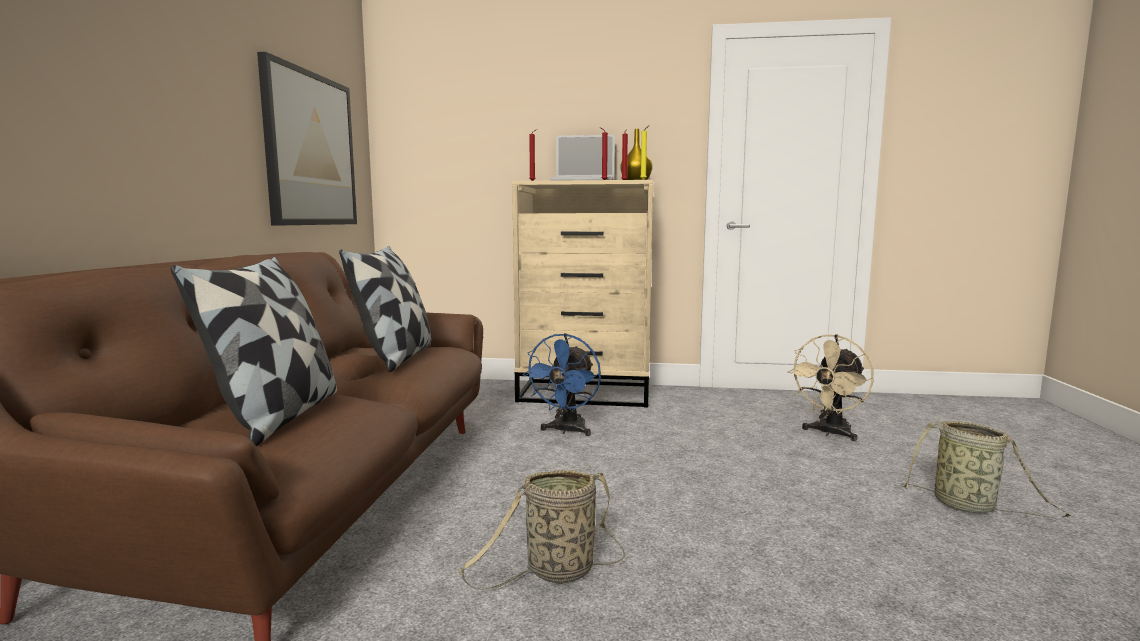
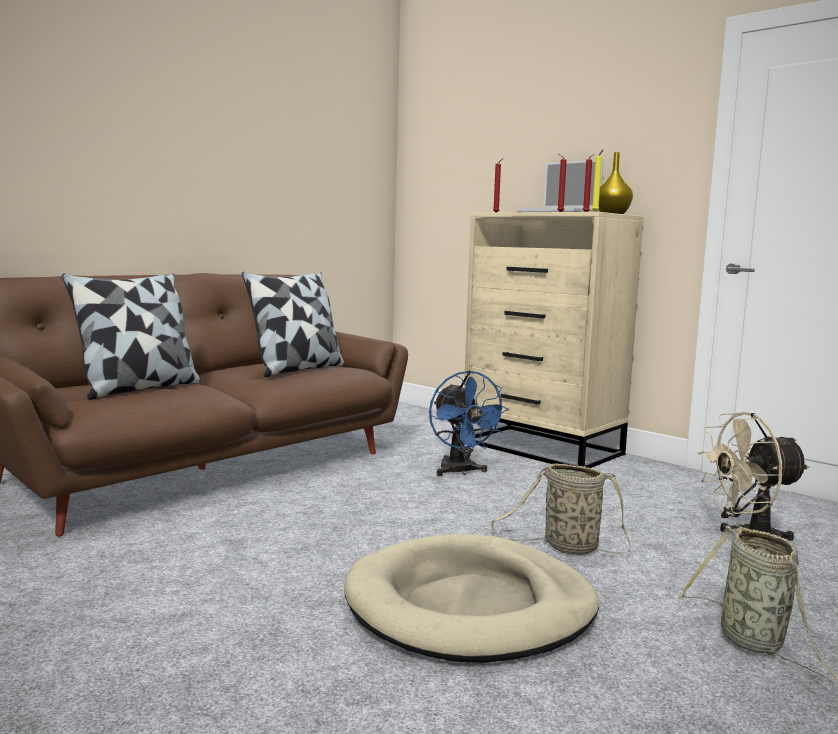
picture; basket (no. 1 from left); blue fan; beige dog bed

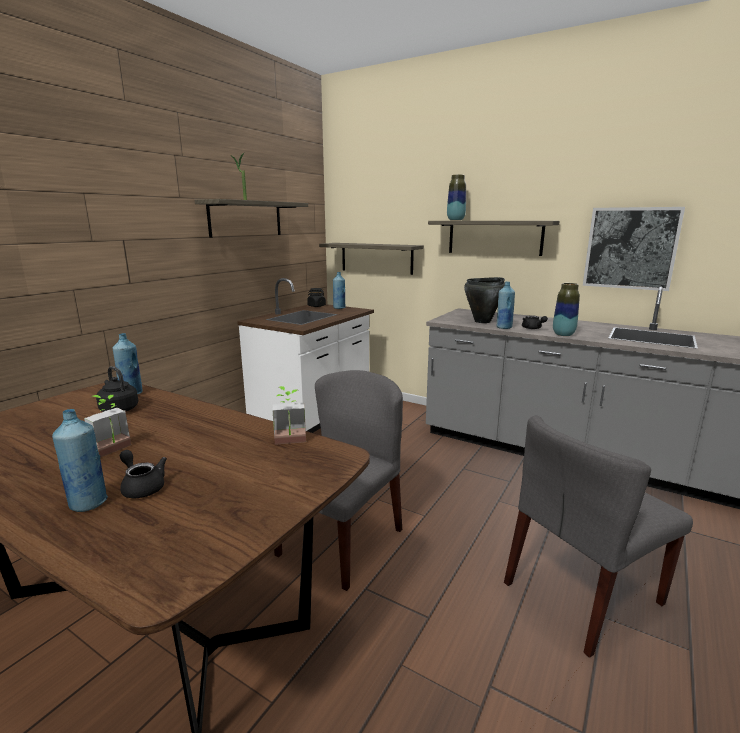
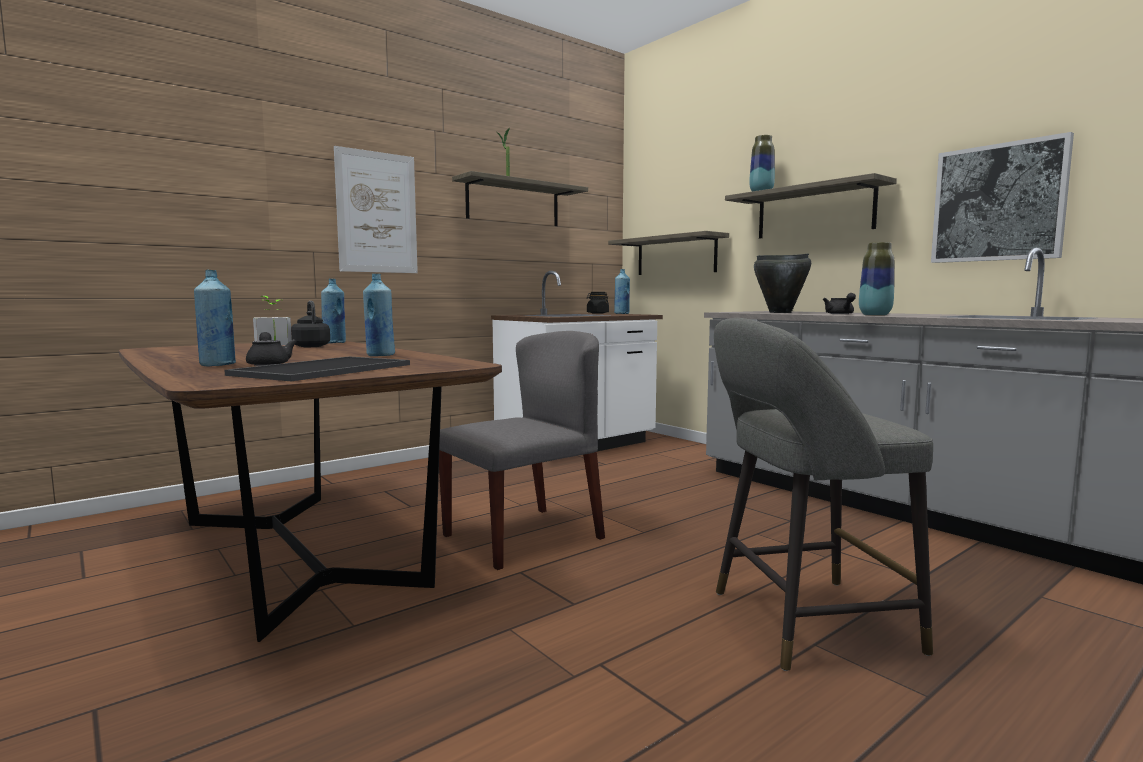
potted plant (no. 3 from left in the first image); blue bottle (no. 3 from left); grey stool; tray; picture (no. 1 from left)

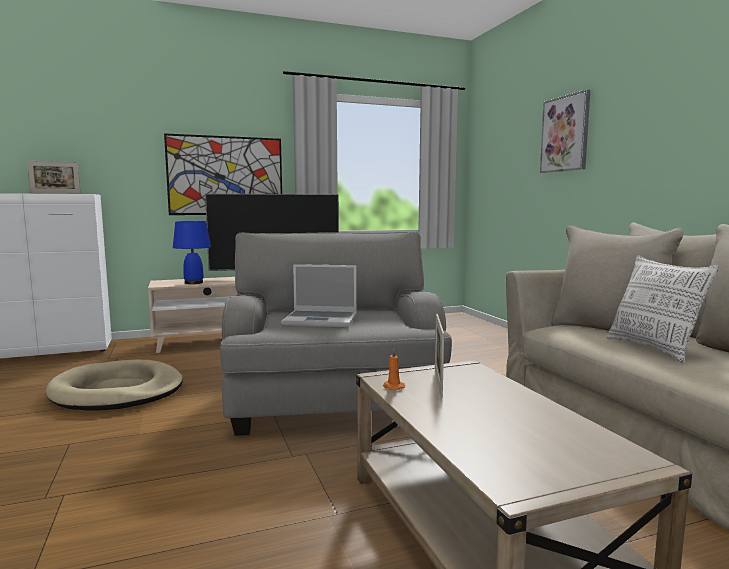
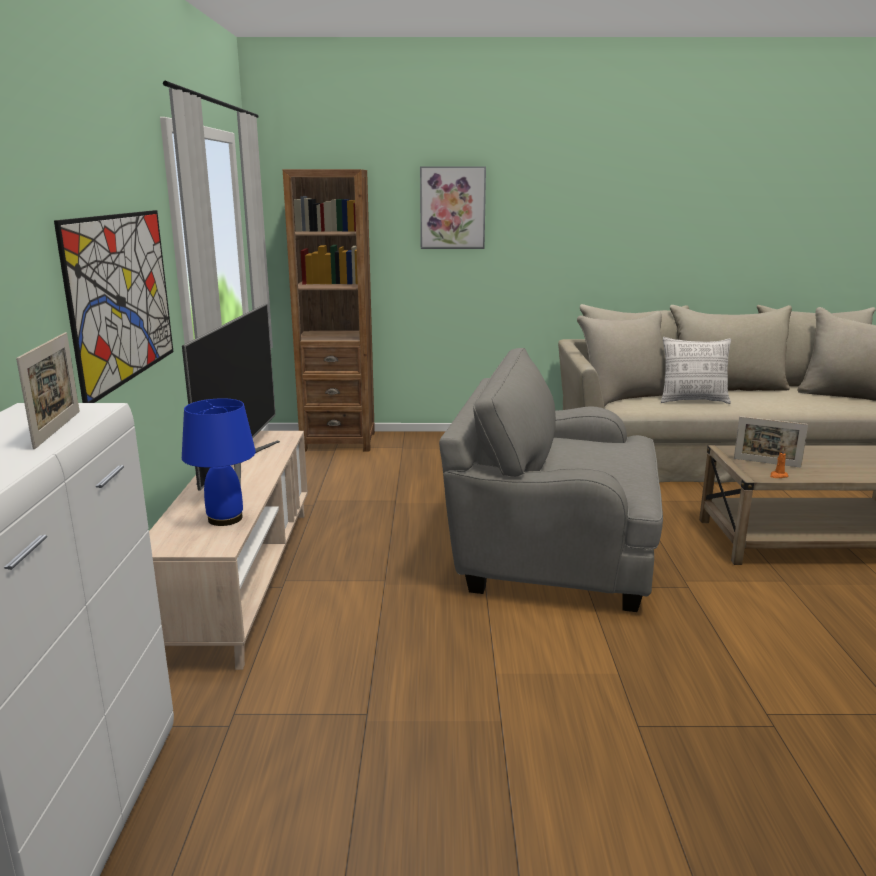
beige dog bed; laptop; brown bookcase

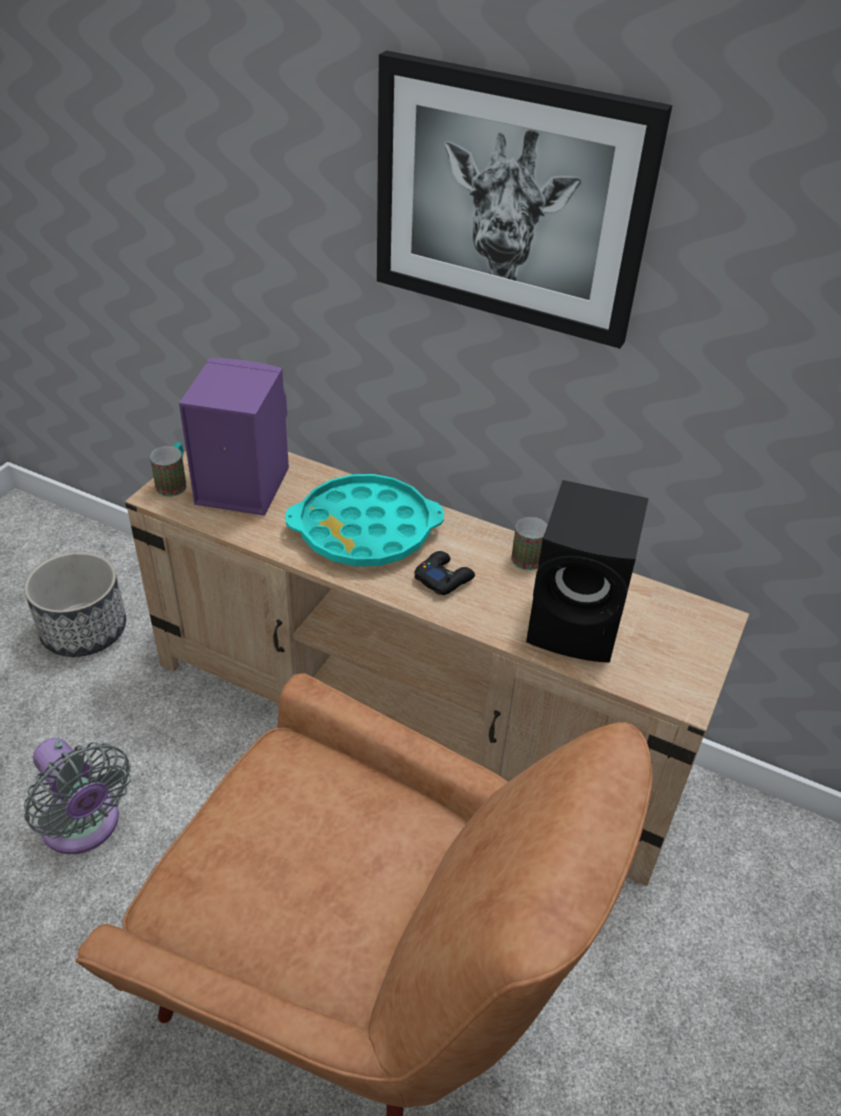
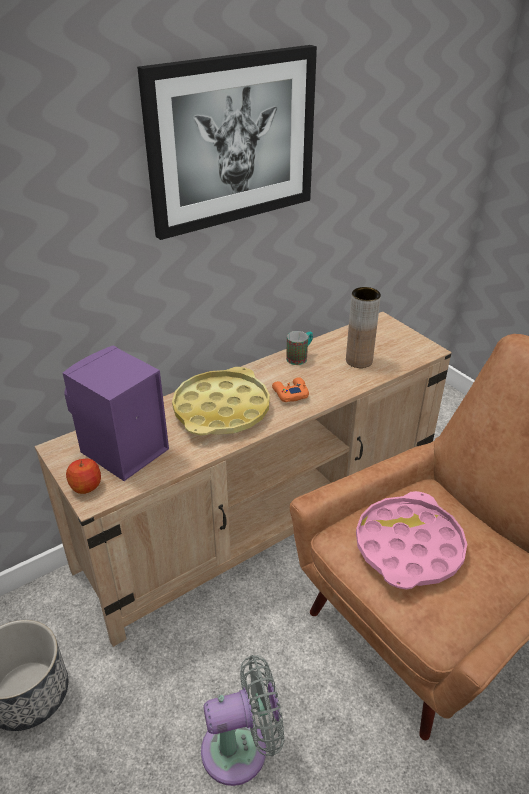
apple; yellow tray; orange game controller; brown vase; pink tray

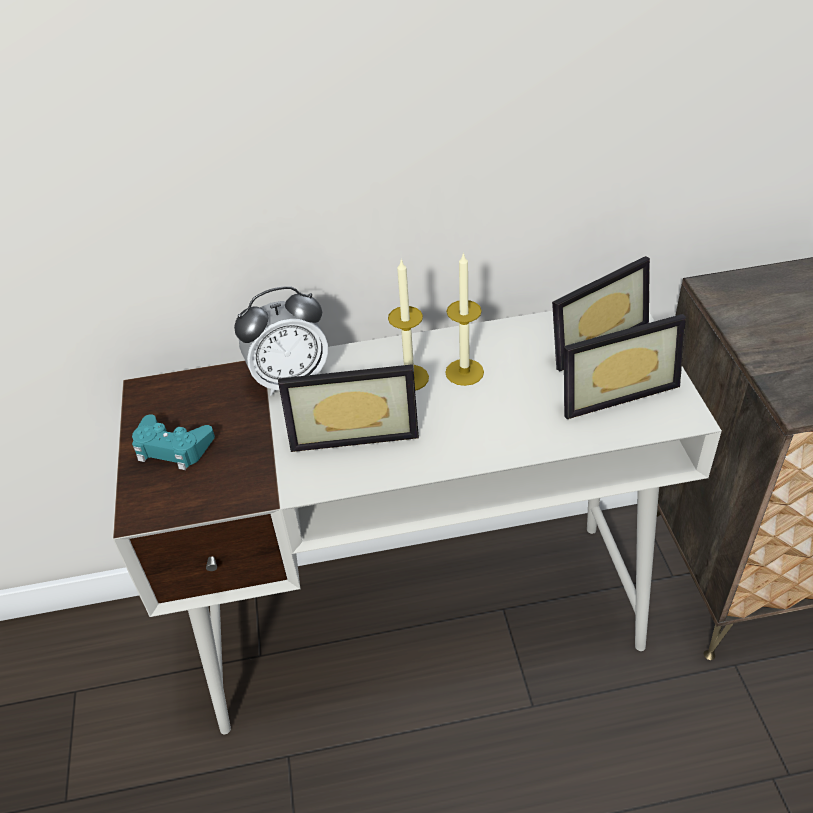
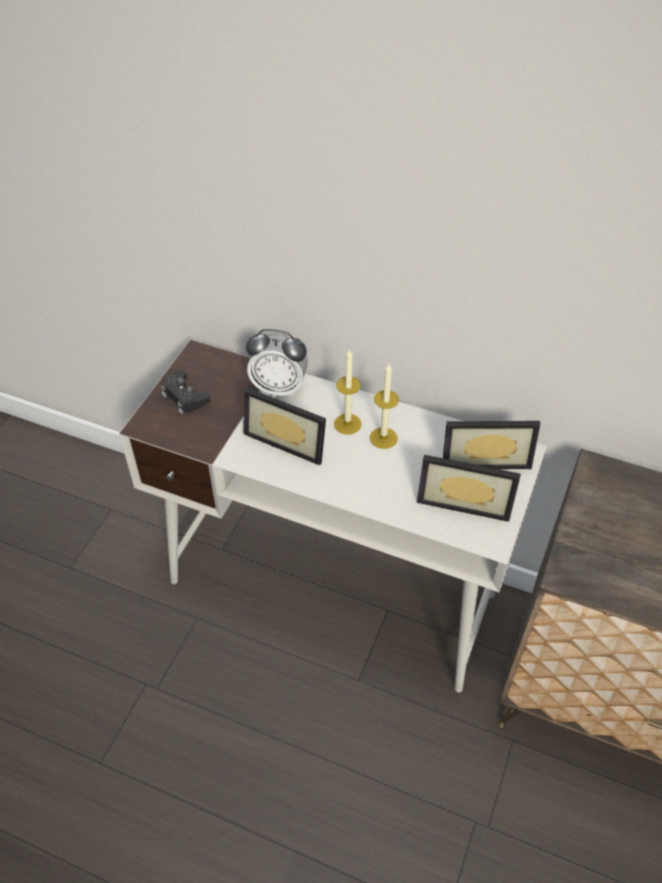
black game controller

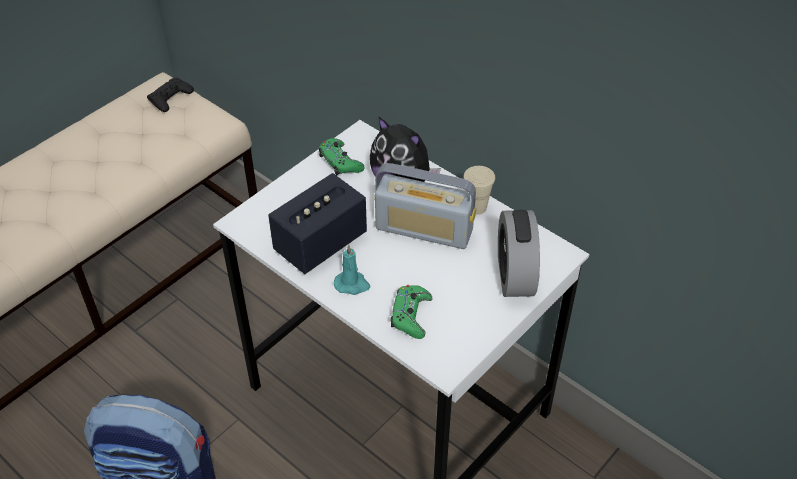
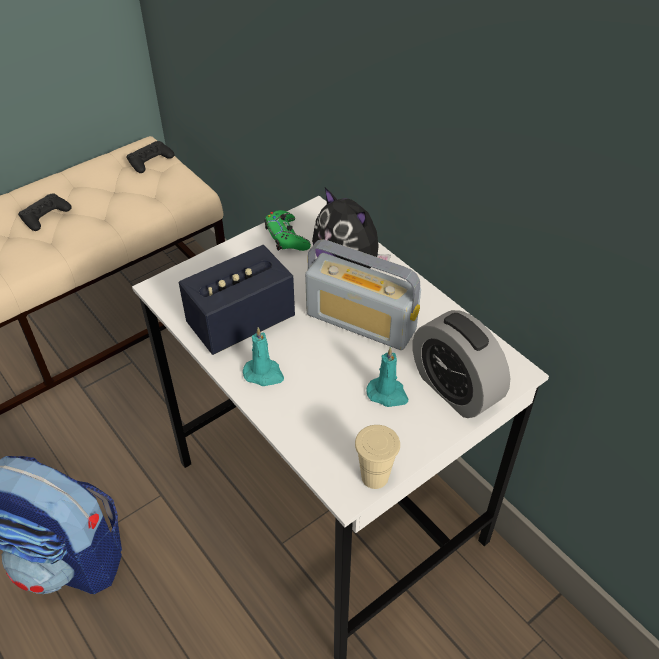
green game controller (no. 2 from left in the first image); beige cup; alarm clock; black game controller (no. 1 from left); turquoise candle (no. 2 from left)

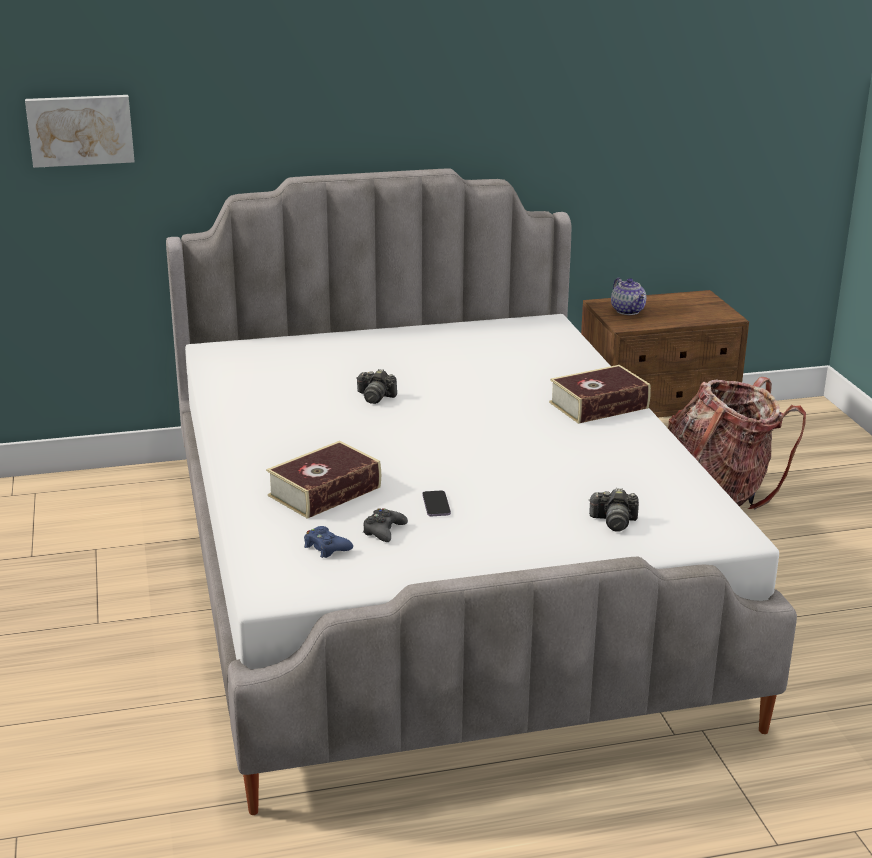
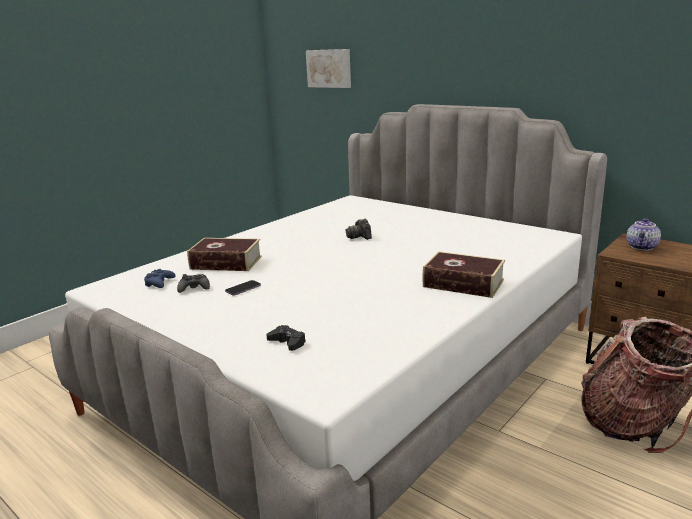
black game controller (no. 2 from left)

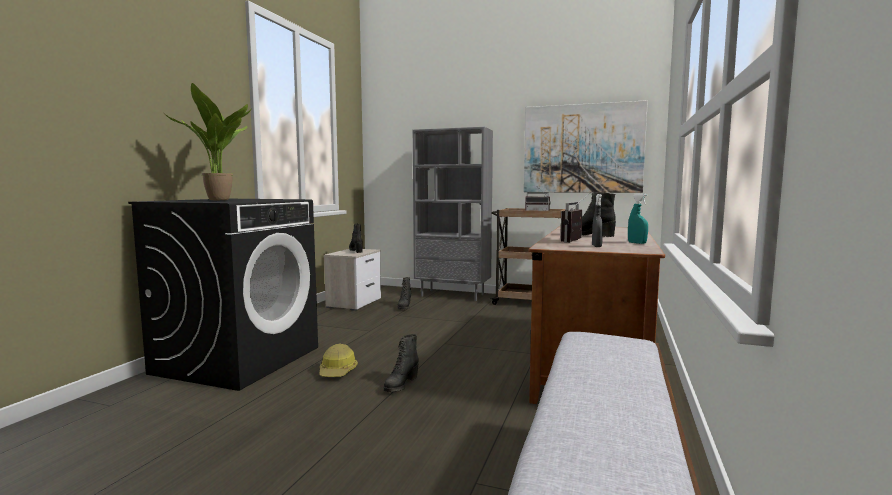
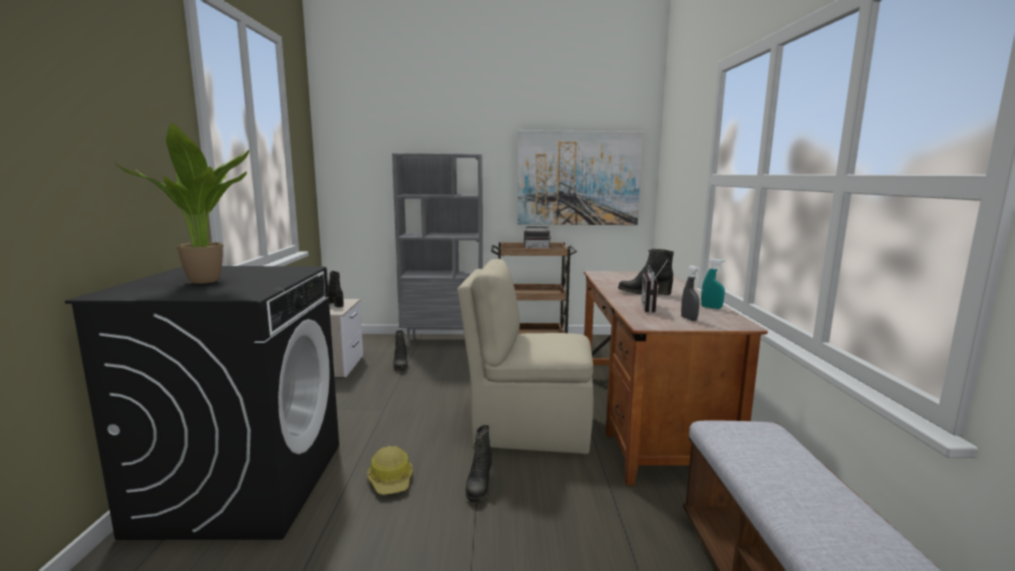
beige chair

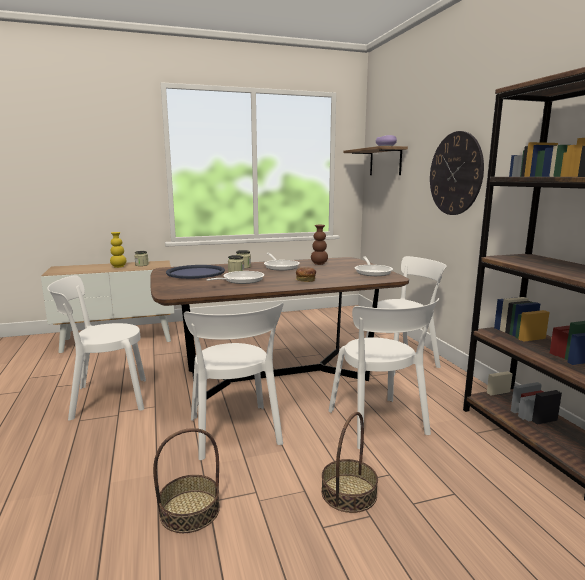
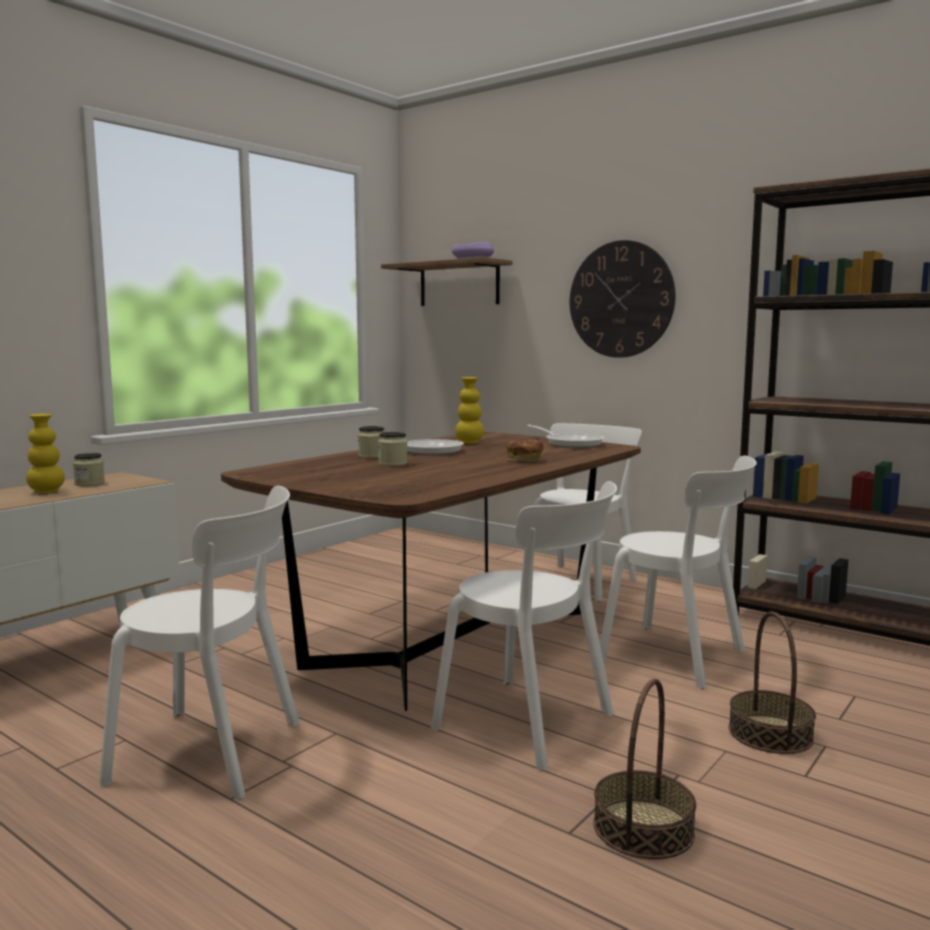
white chair (no. 1 from left); blue tray; frying pan (no. 1 from left in the first image); yellow vase (no. 2 from left)

